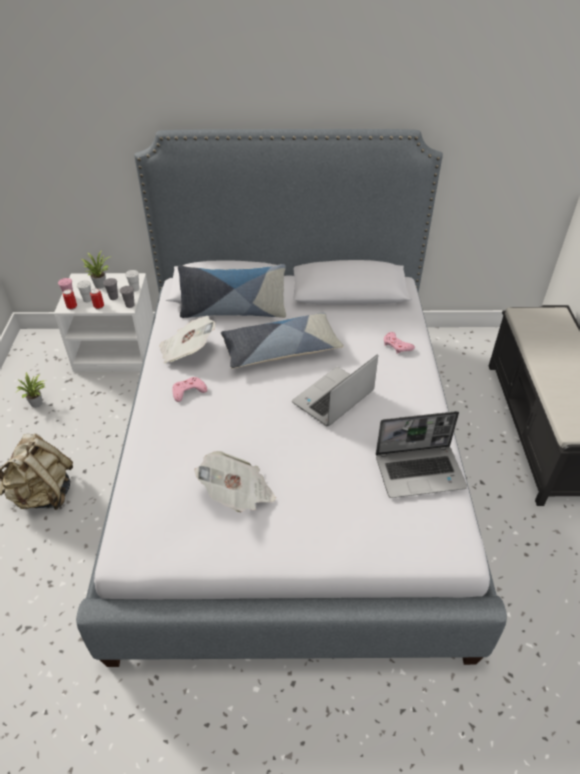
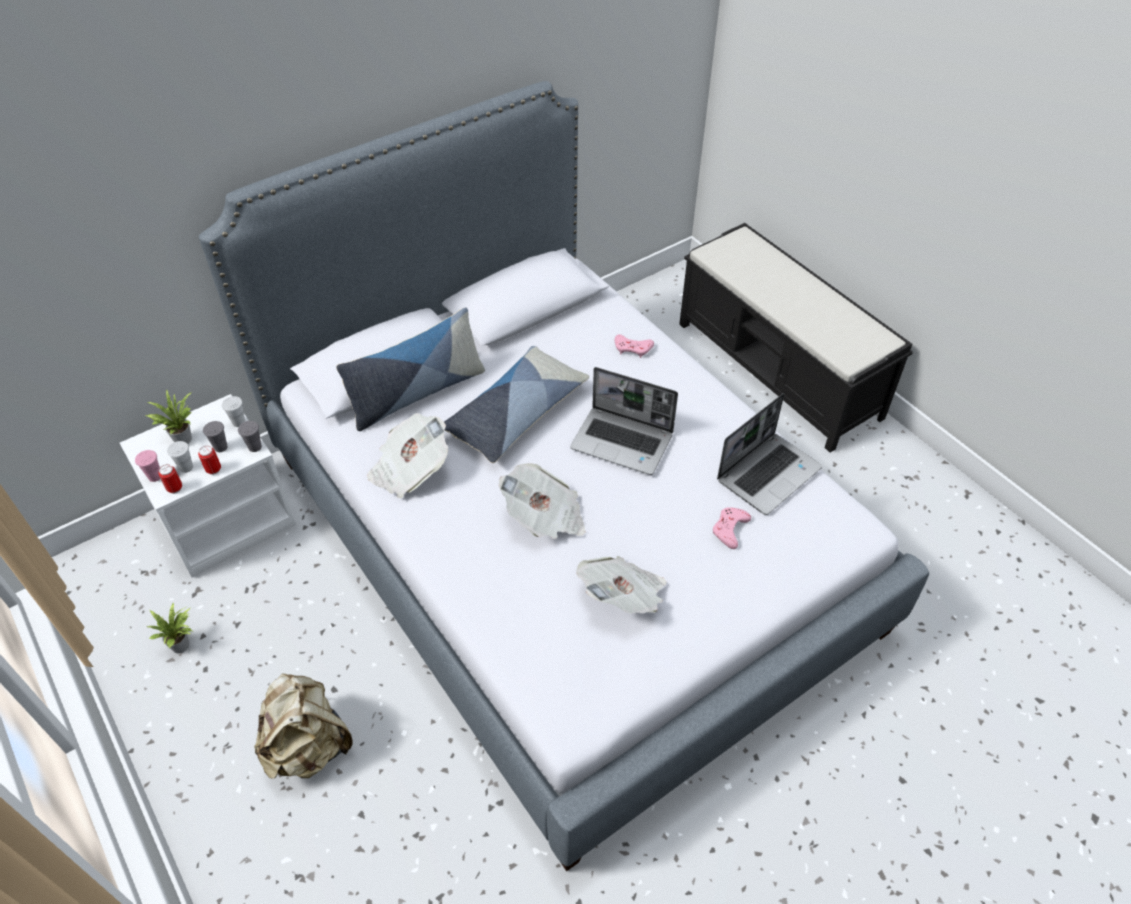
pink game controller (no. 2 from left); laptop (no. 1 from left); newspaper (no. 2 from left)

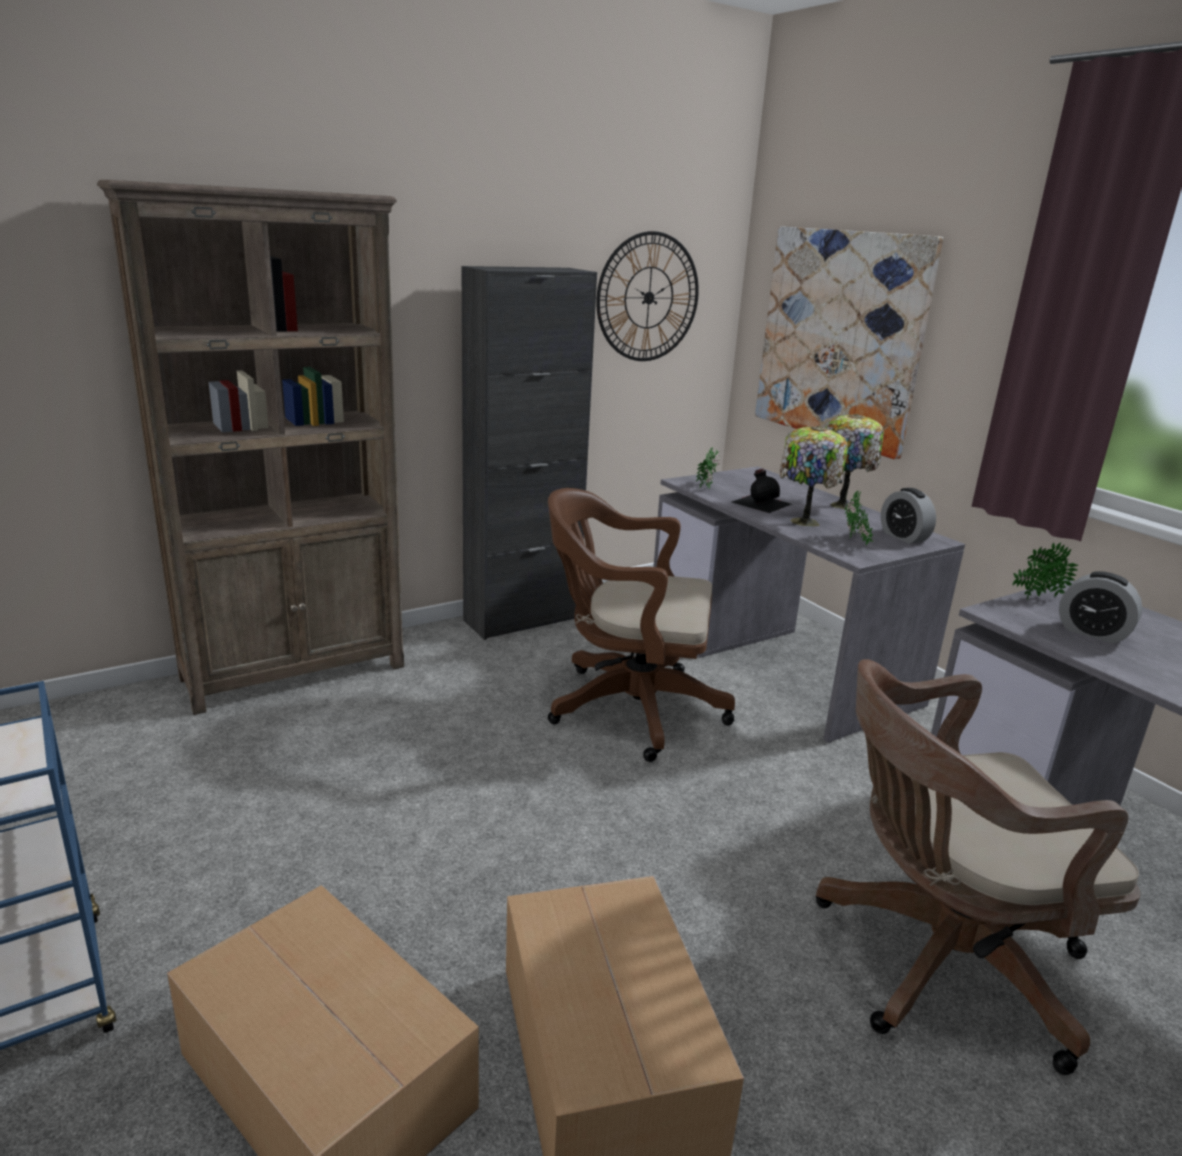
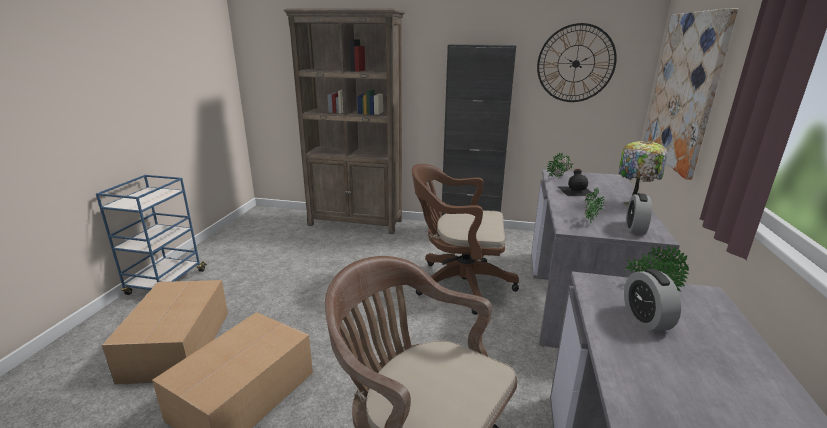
brown office chair (no. 2 from left); table lamp (no. 1 from left in the first image)

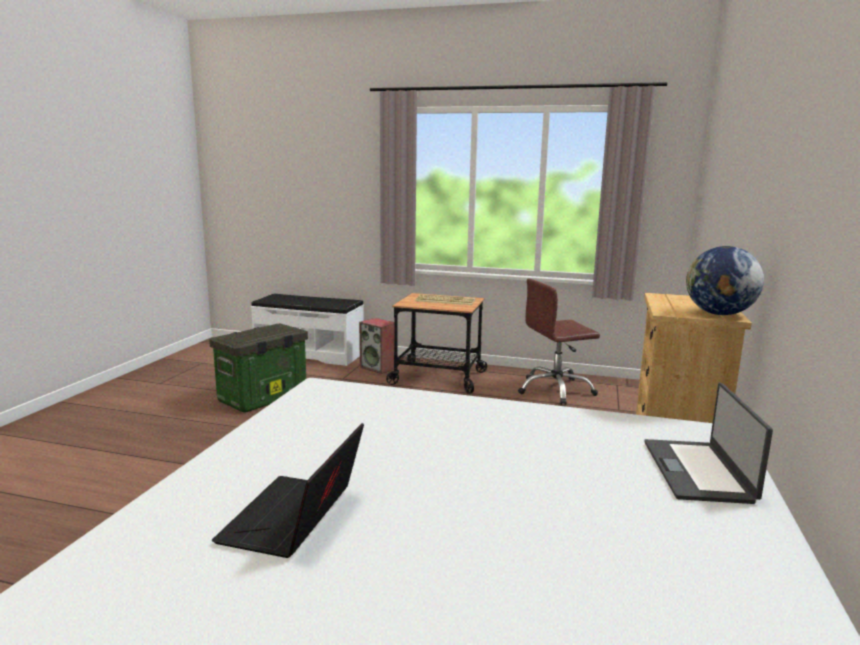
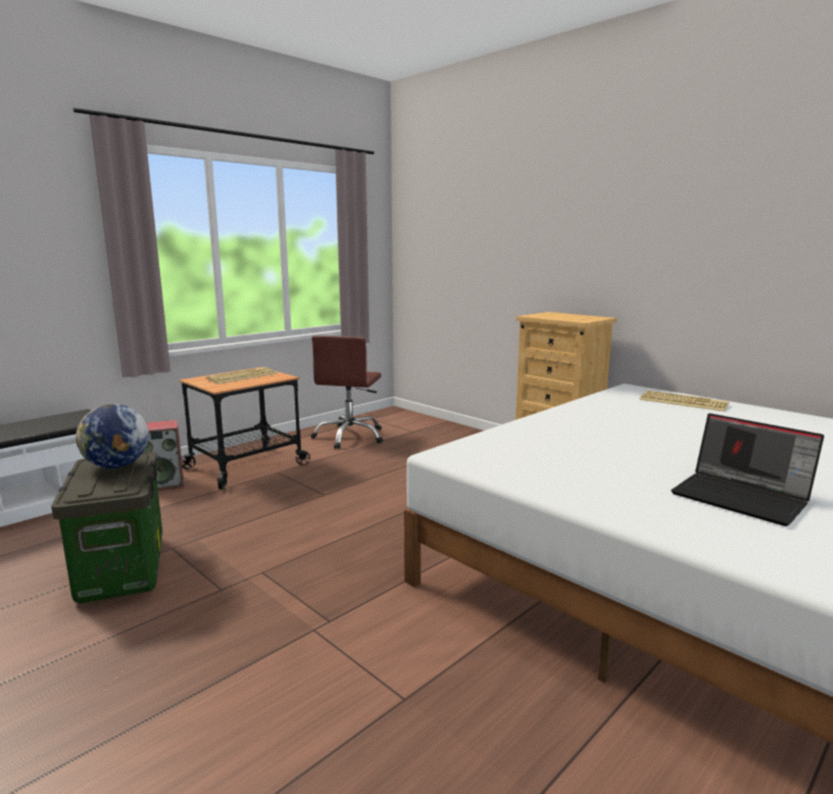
keyboard (no. 2 from left); globe

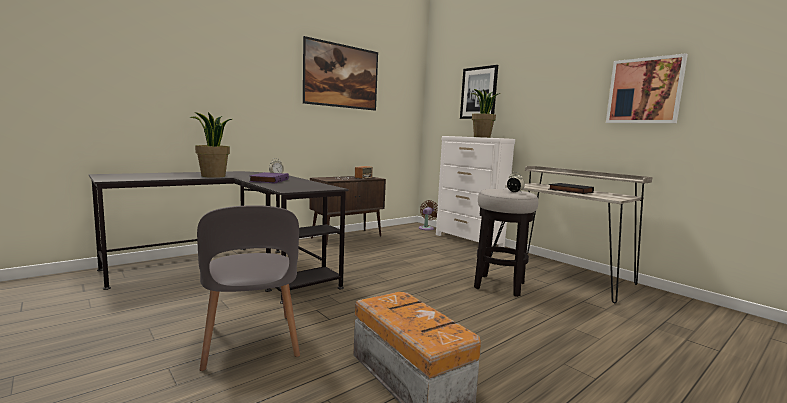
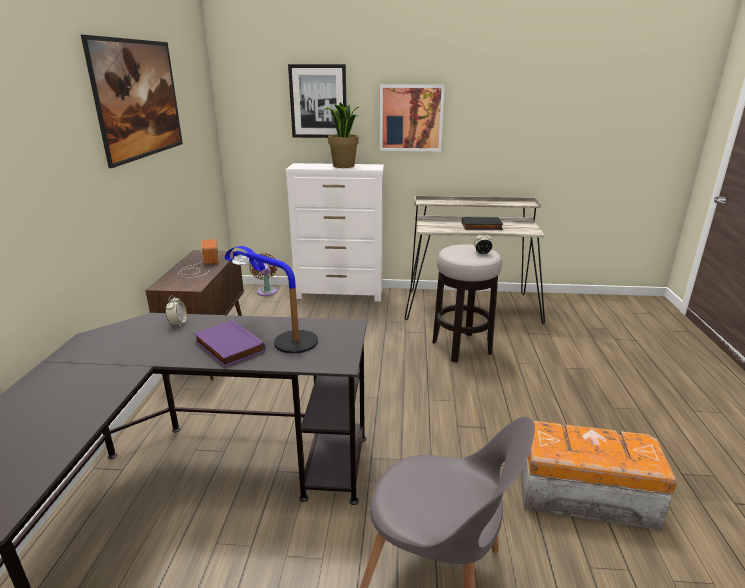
potted plant (no. 1 from left in the first image); picture (no. 3 from left); table lamp

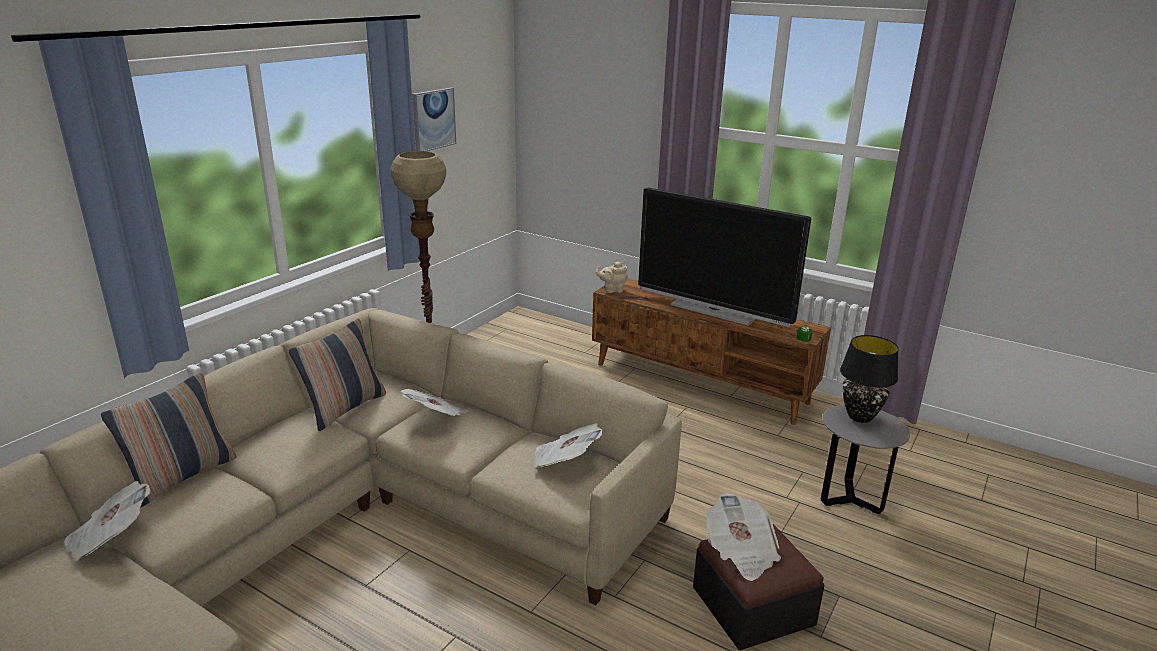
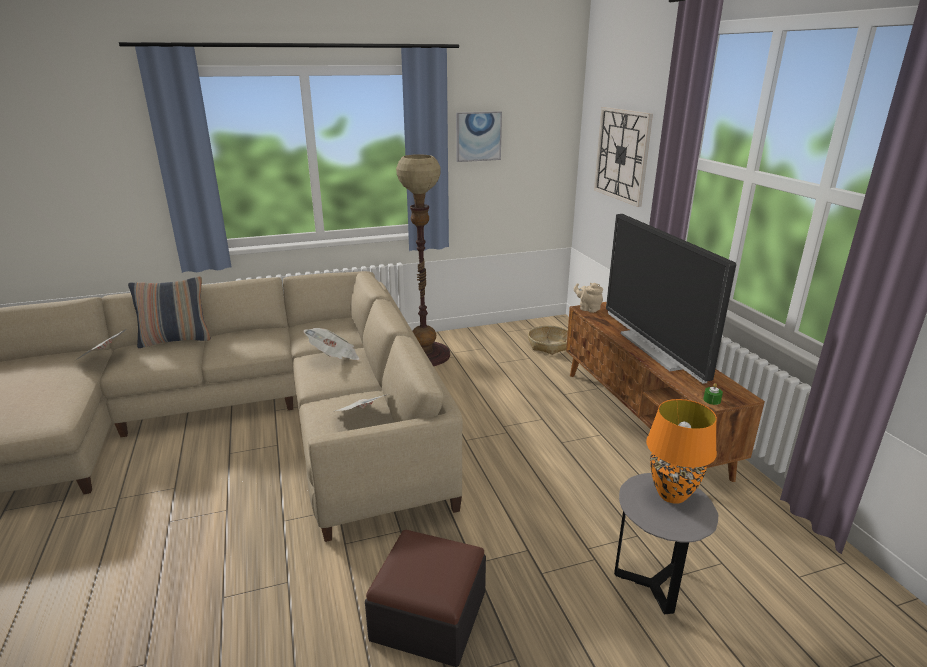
pillow (no. 2 from left in the first image); newspaper (no. 4 from left in the first image); orange table lamp; basket; wall clock

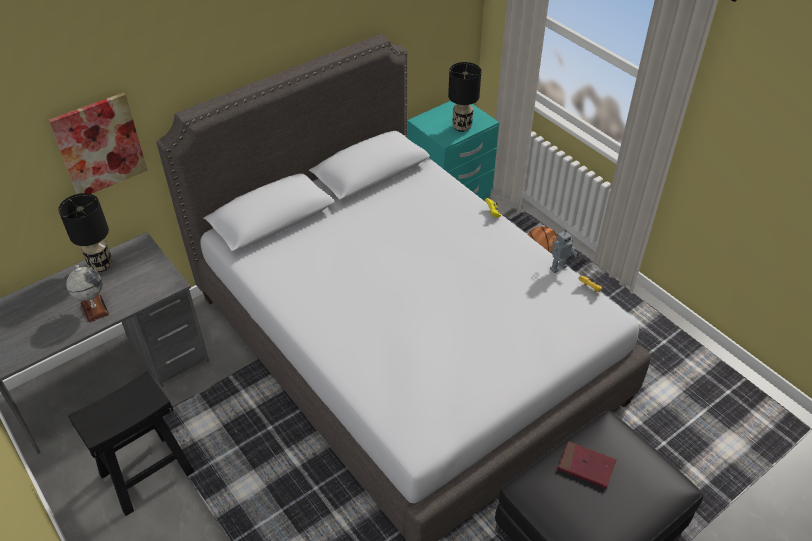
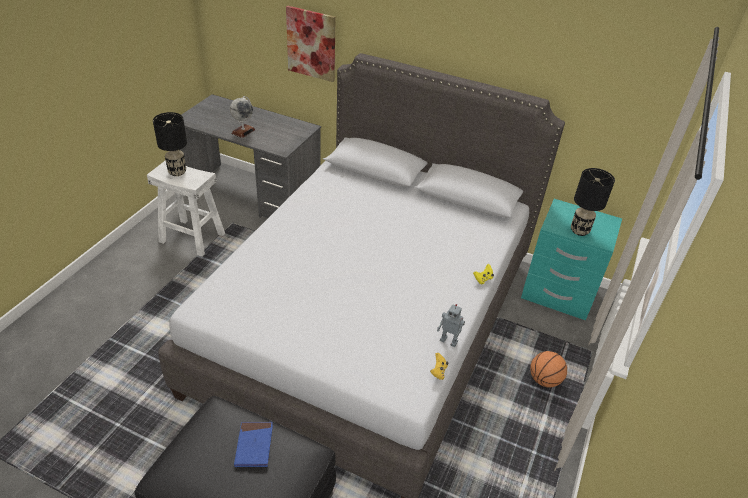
black table lamp (no. 1 from left); white stool; blue book

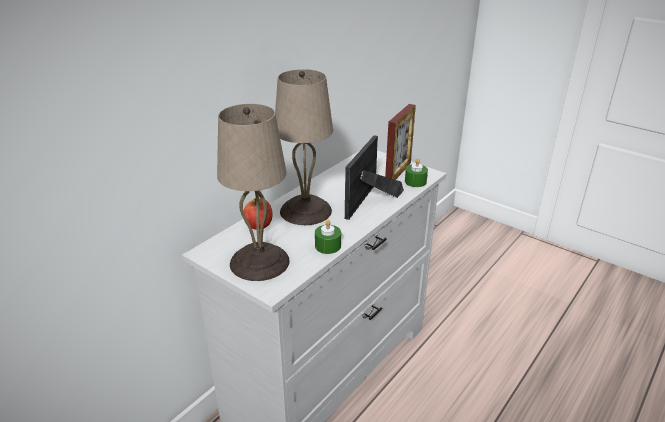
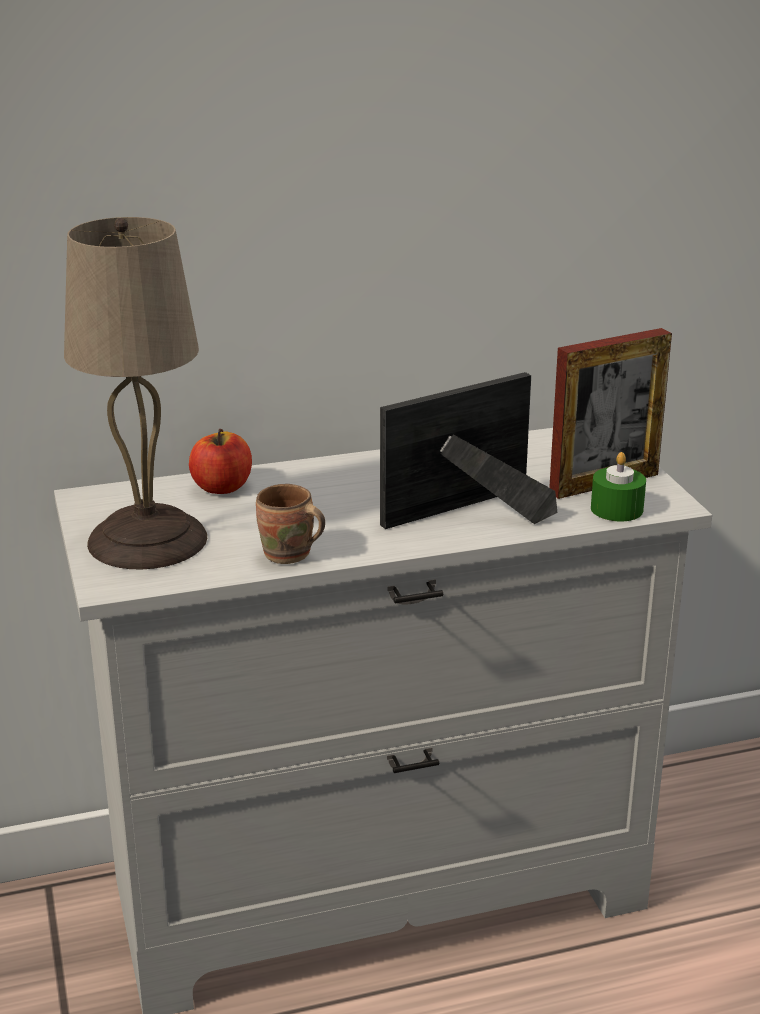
beige table lamp (no. 2 from left in the first image); brown mug

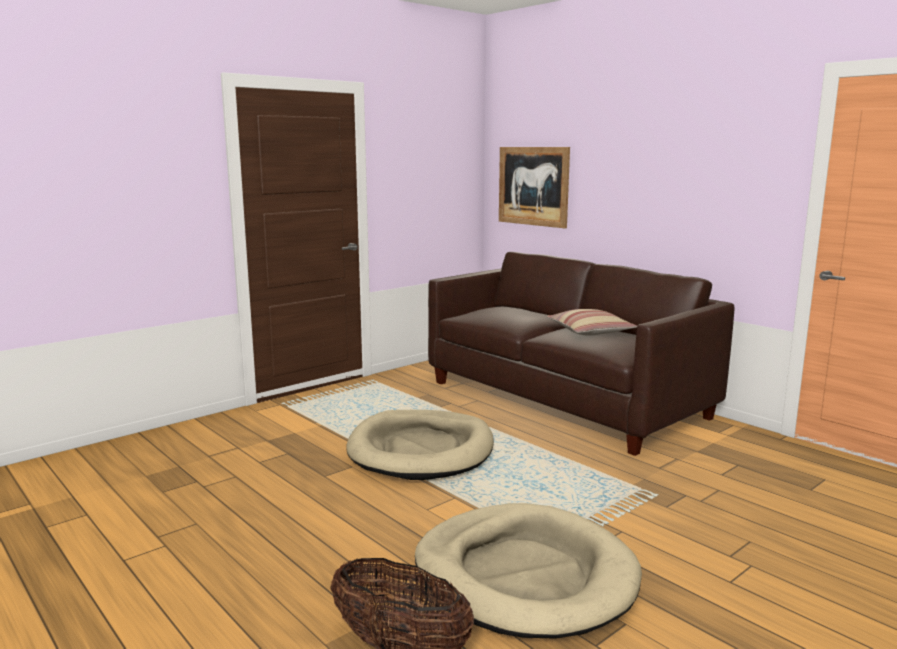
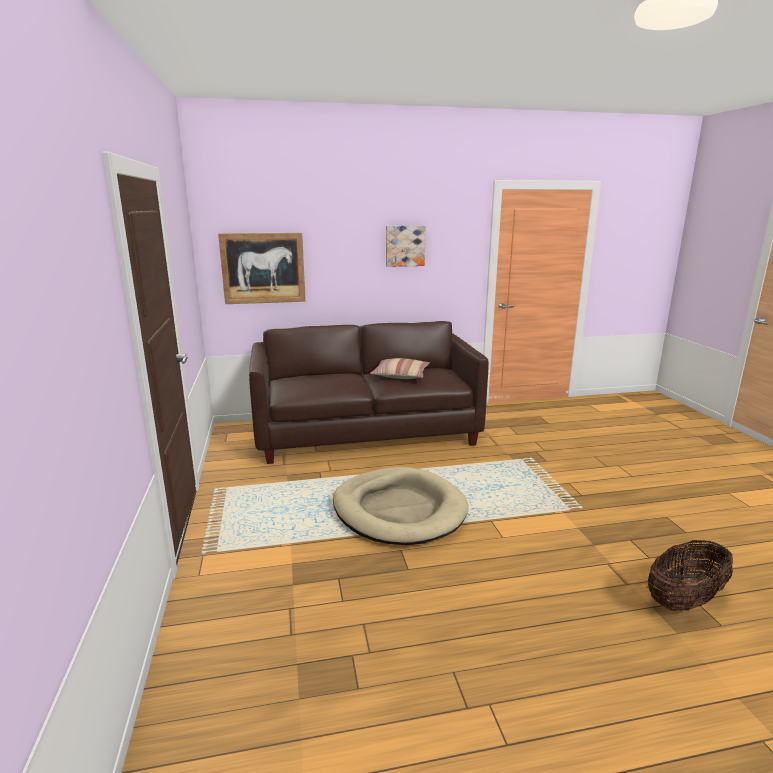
beige dog bed (no. 2 from left in the first image); picture (no. 2 from left)

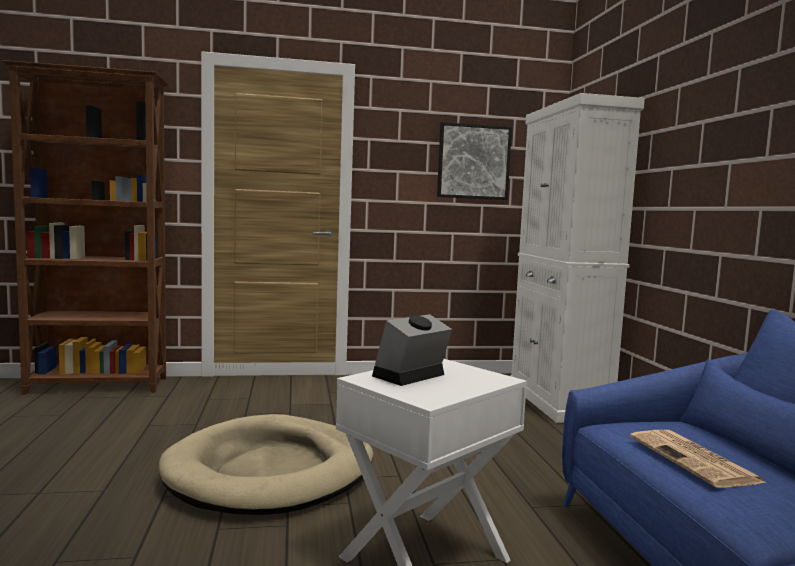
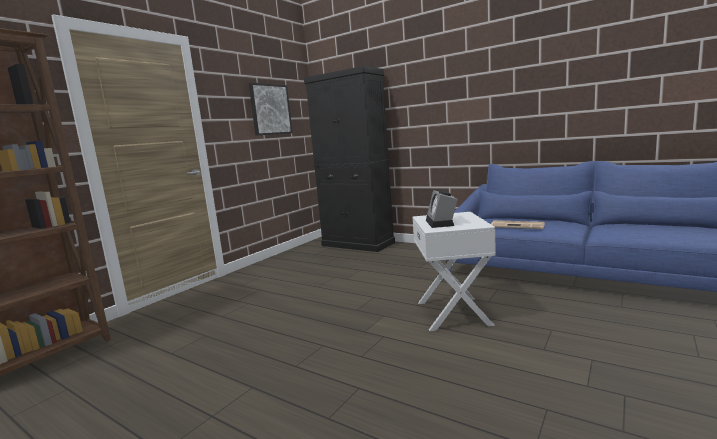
beige dog bed; black cabinet

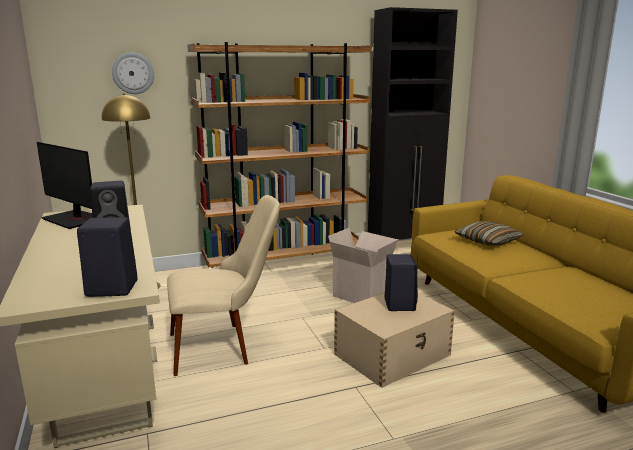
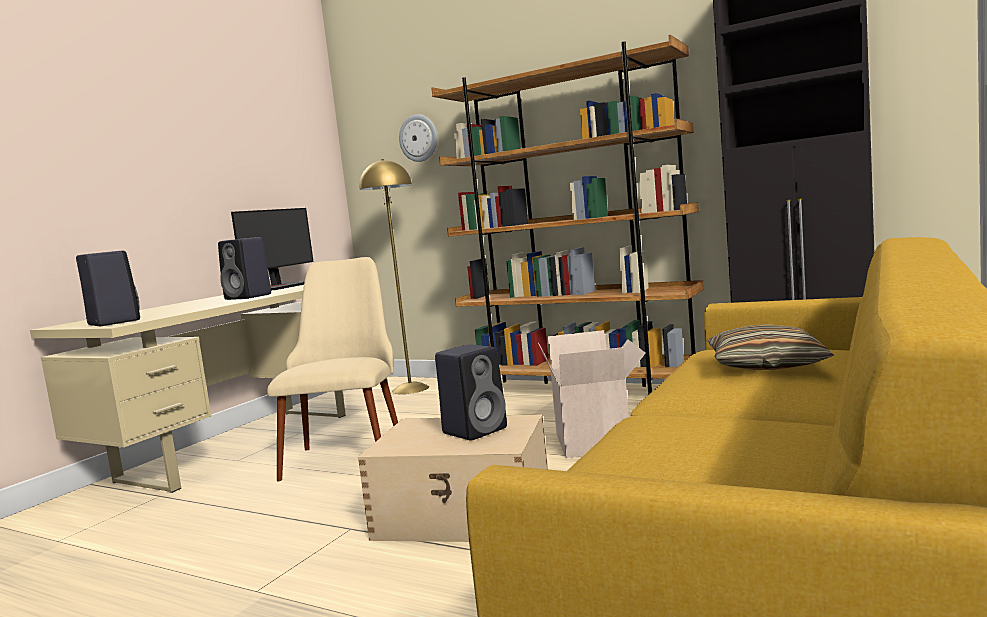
monitor; beige chair

